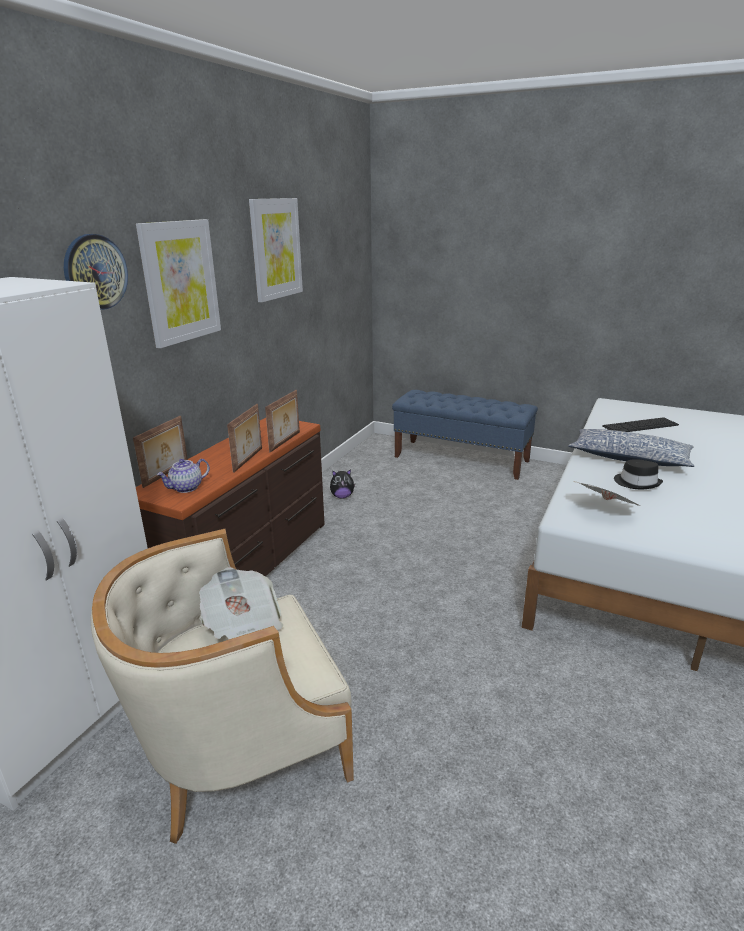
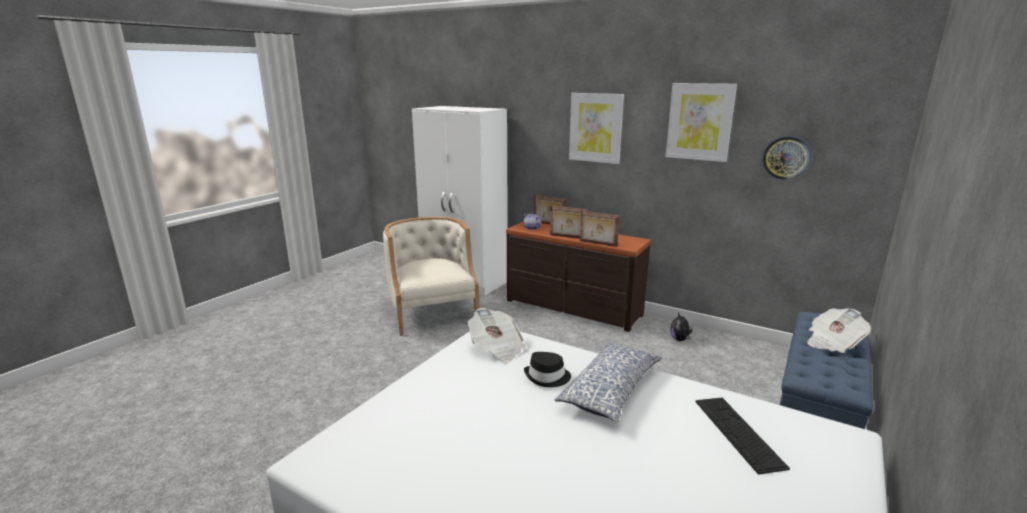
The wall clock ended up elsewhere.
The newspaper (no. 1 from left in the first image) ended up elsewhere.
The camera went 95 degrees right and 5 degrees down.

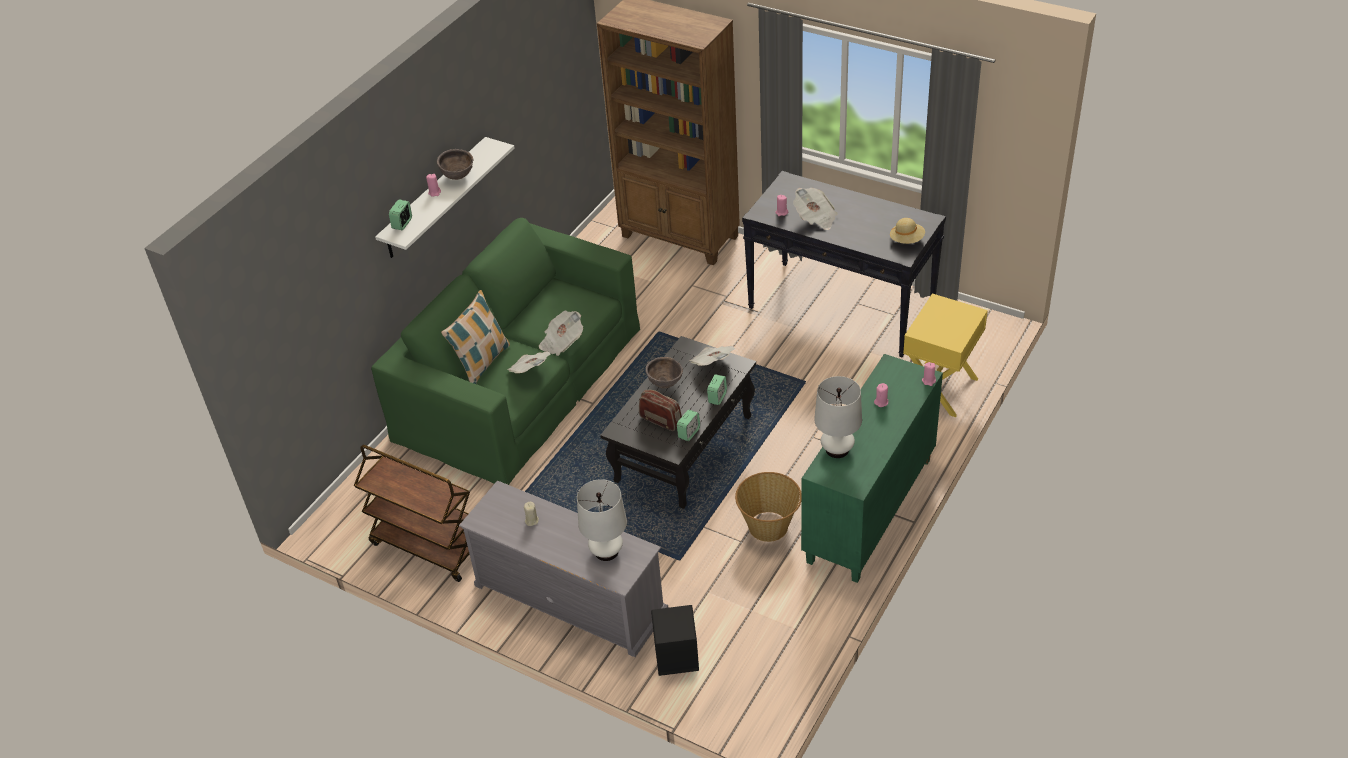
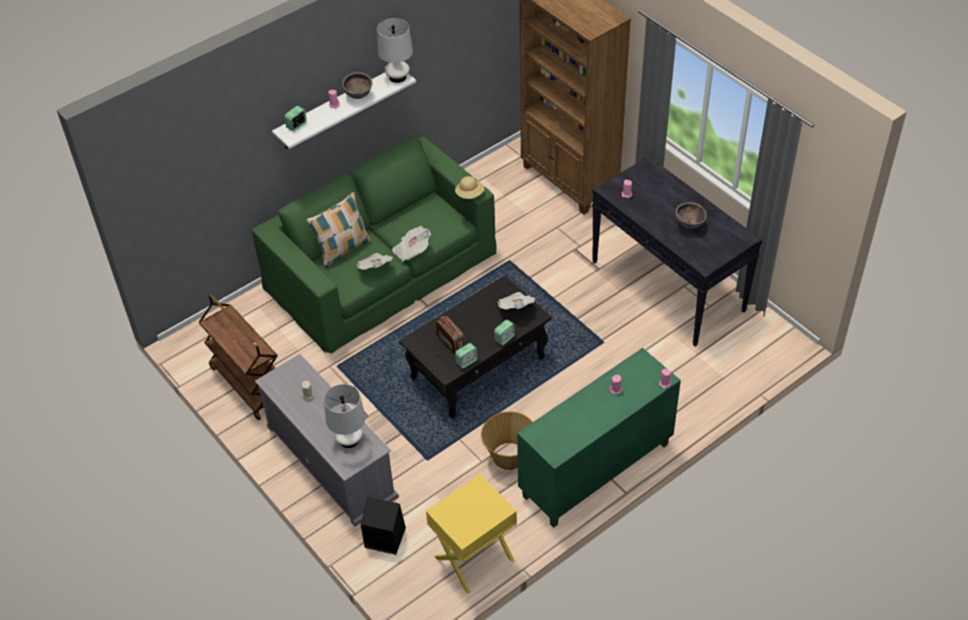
The white table lamp (no. 2 from left) ended up elsewhere.
The yellow nightstand ended up elsewhere.
The beige hat ended up elsewhere.
The brown bowl (no. 2 from left) ended up elsewhere.
The second view lost the newspaper (no. 4 from left).
The camera went 20 degrees right and 5 degrees up.

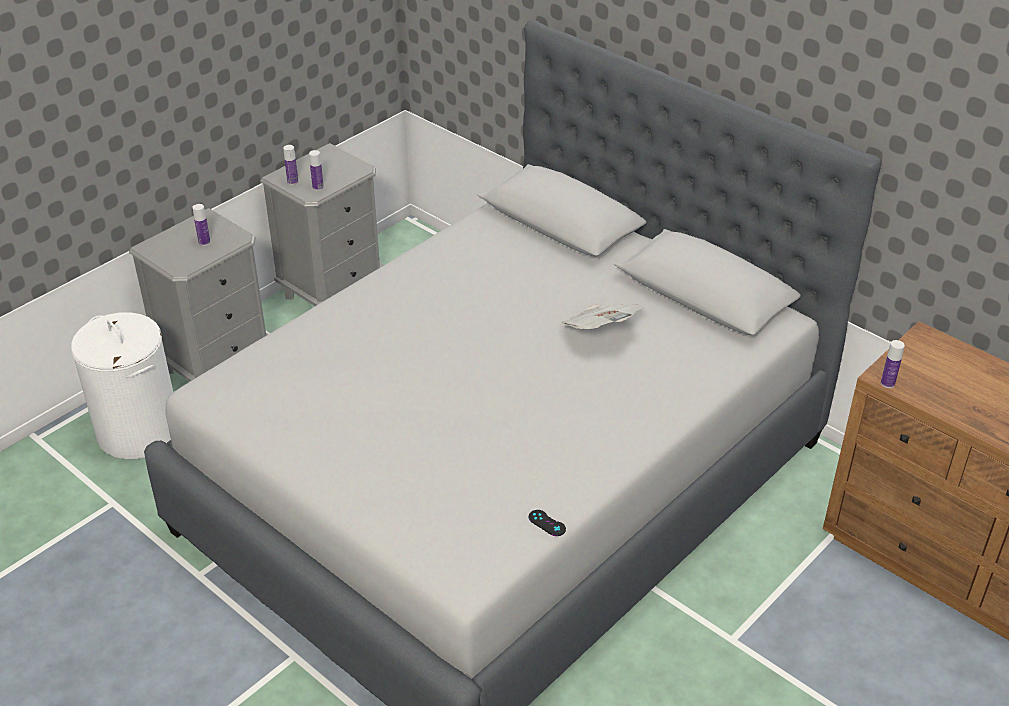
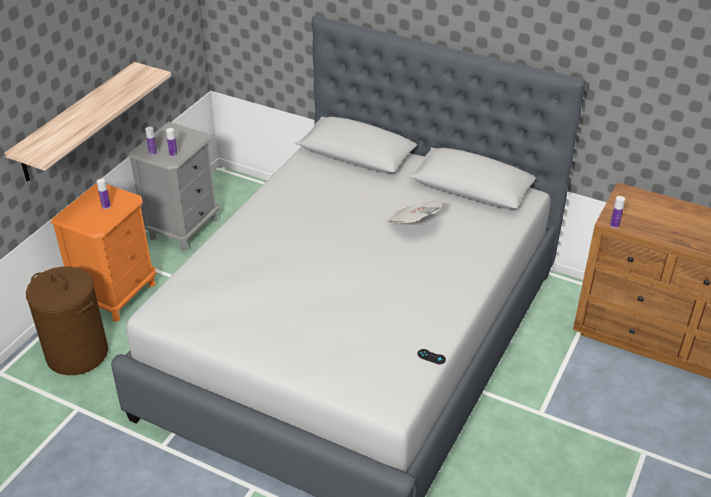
The second view gained the shelf.
What was the white laundry basket turned into the brown laundry basket.
What was the grey nightstand (no. 1 from left) turned into the orange nightstand.
The camera went 15 degrees left and 0 degrees up.

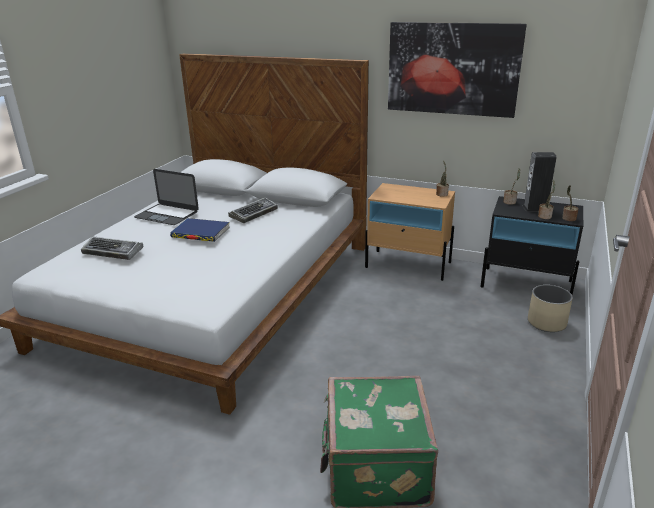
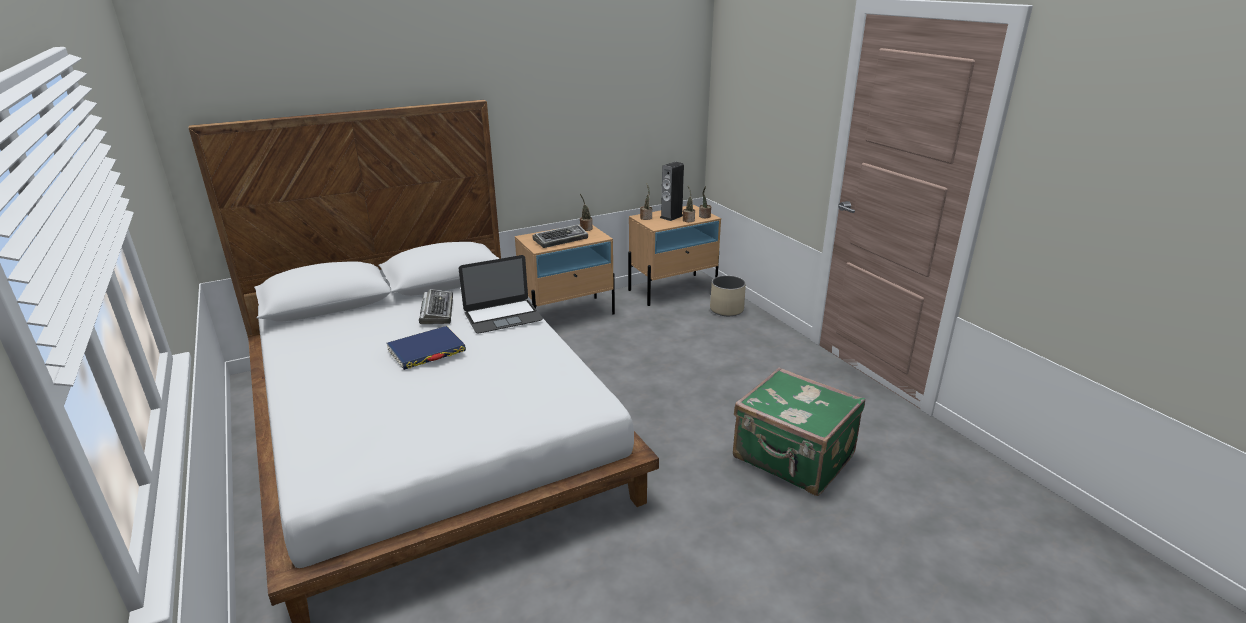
The laptop ended up elsewhere.
The keyboard (no. 1 from left in the first image) ended up elsewhere.
What was the black nightstand turned into the beige nightstand (no. 2 from left).
The second view lost the picture.
The camera went 50 degrees left and 0 degrees up.

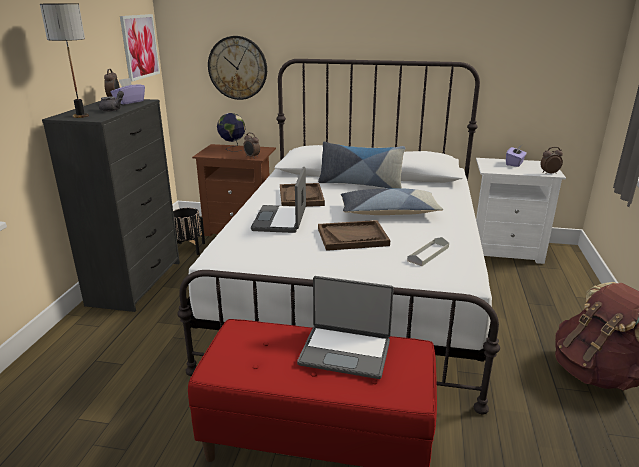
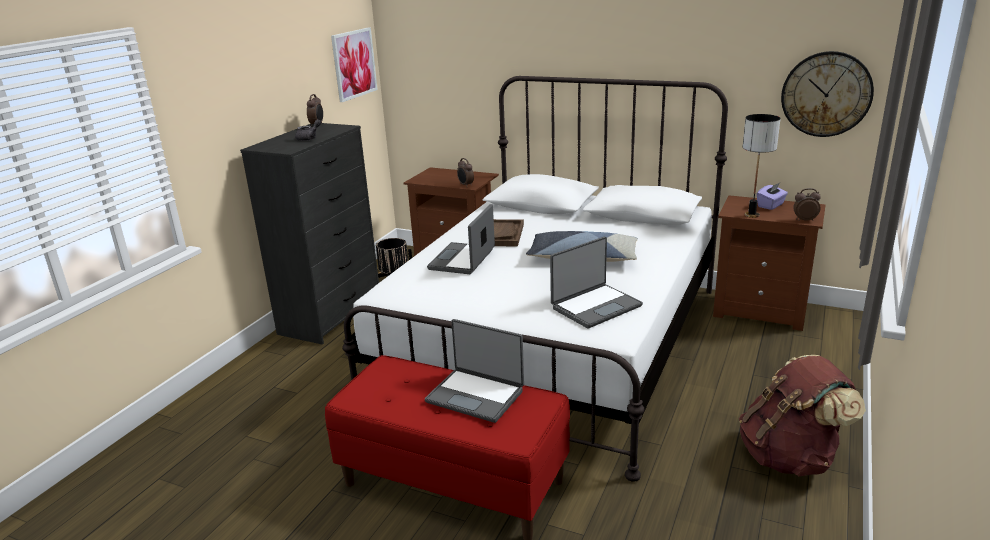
Where the grey tray stood, the laptop (no. 3 from left) came to stand.
What was the white nightstand turned into the brown nightstand (no. 2 from left).
The table lamp ended up elsewhere.
The wall clock ended up elsewhere.
The second view lost the purple tissue box (no. 1 from left).
The second view lost the globe.
The second view lost the pillow (no. 1 from left).
The second view lost the brown tray (no. 2 from left).
The camera went 15 degrees right and 0 degrees up.

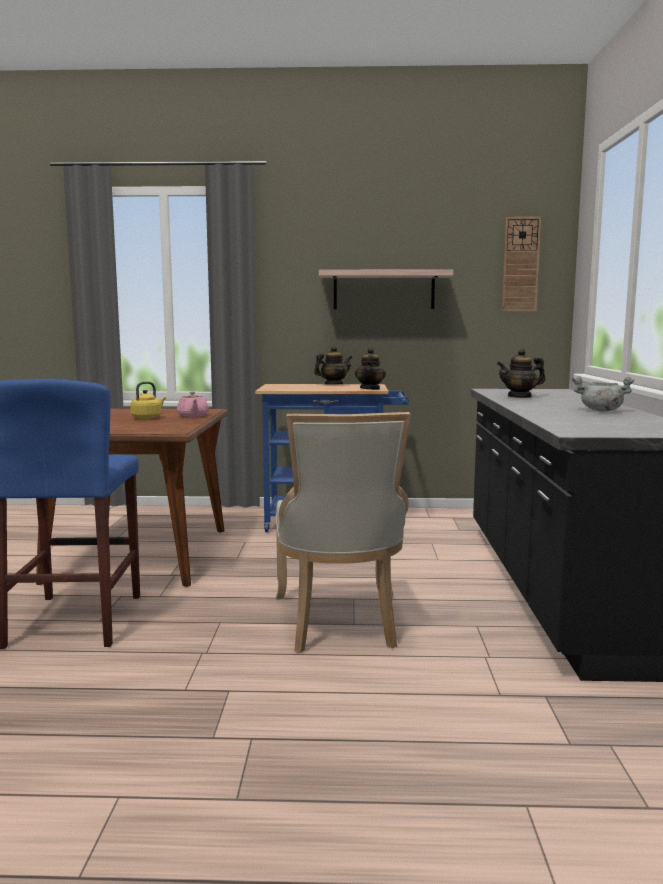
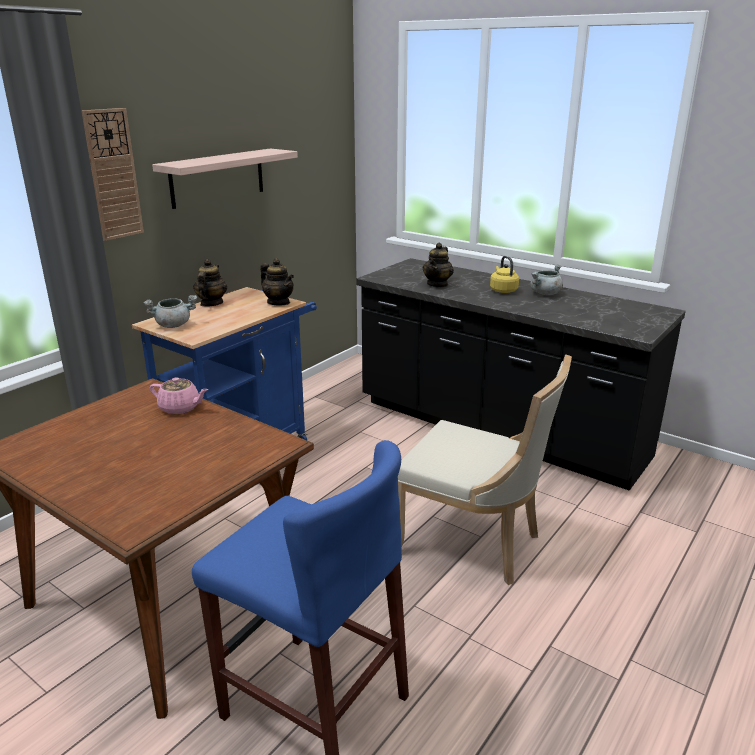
The wall clock ended up elsewhere.
The second view gained the grey cooking pot (no. 1 from left).
The yellow kettle ended up elsewhere.
The camera went 55 degrees left and 15 degrees up.

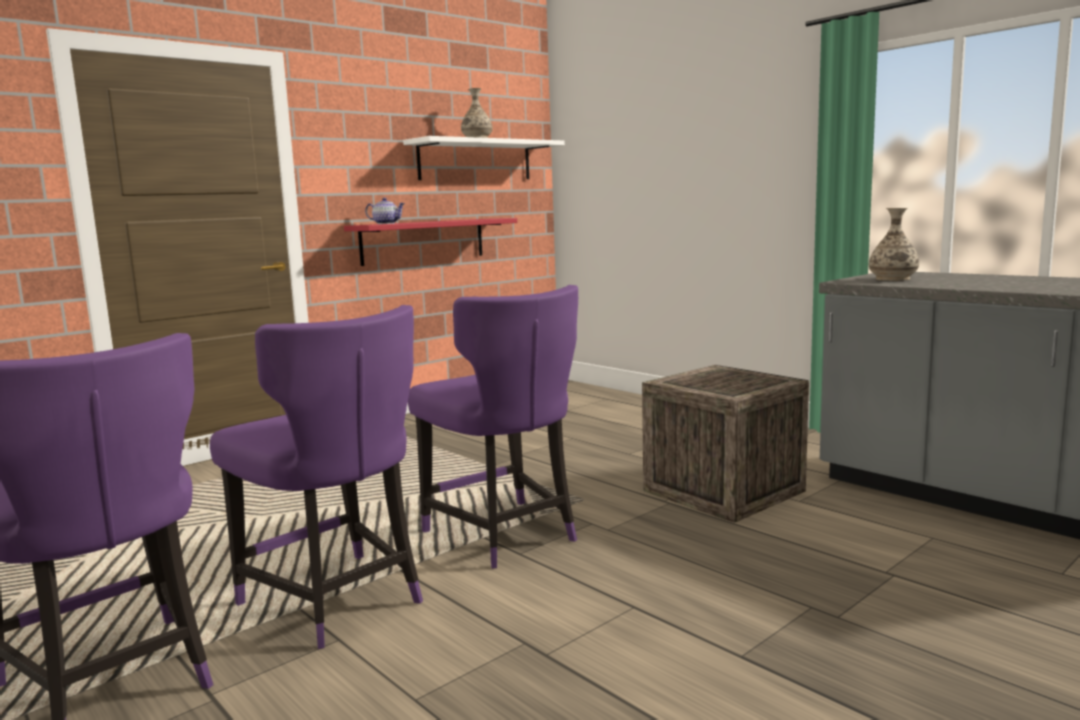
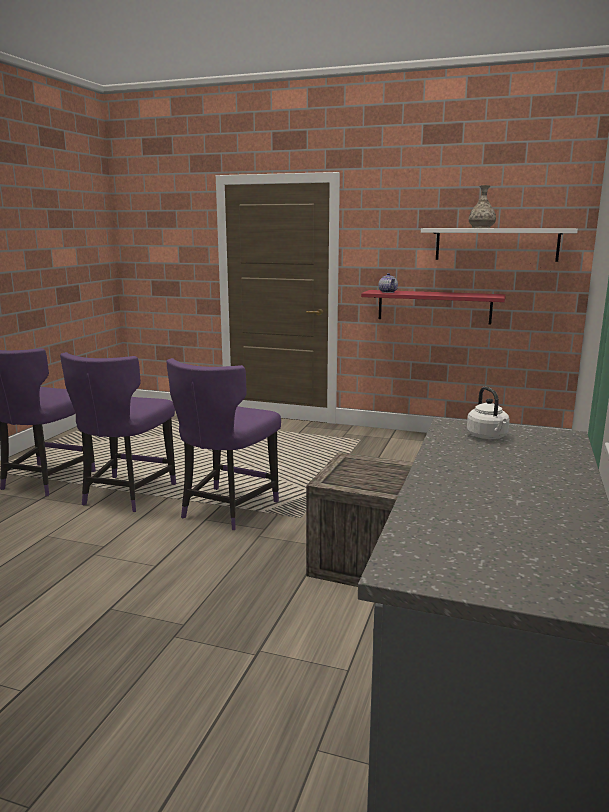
Where the vase (no. 2 from left) stood, the white kettle came to stand.
The camera went 60 degrees right and 5 degrees up.

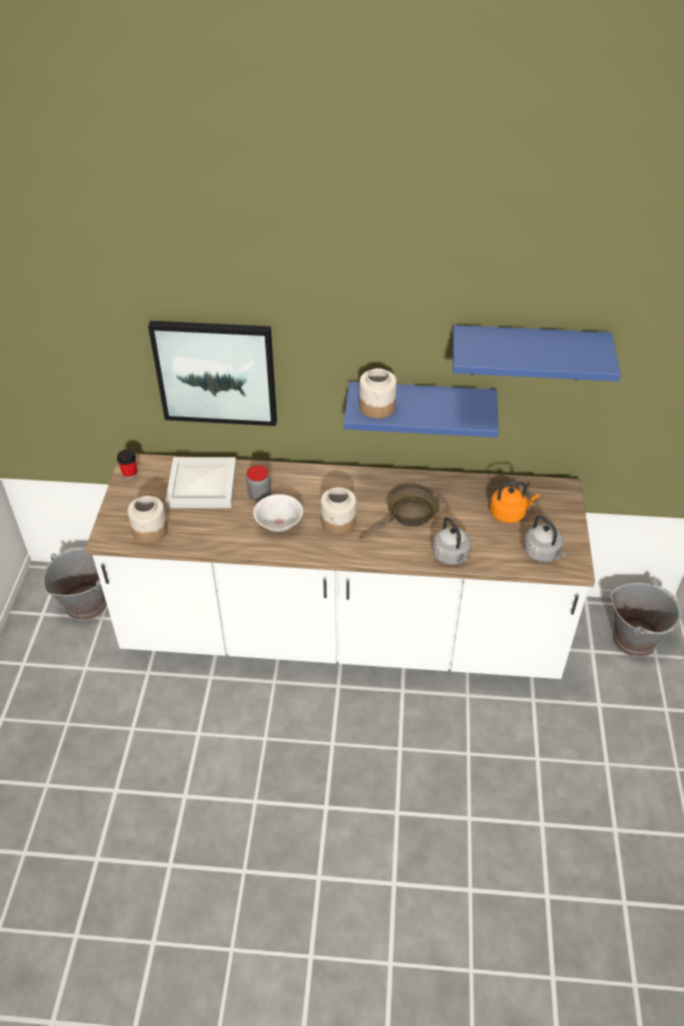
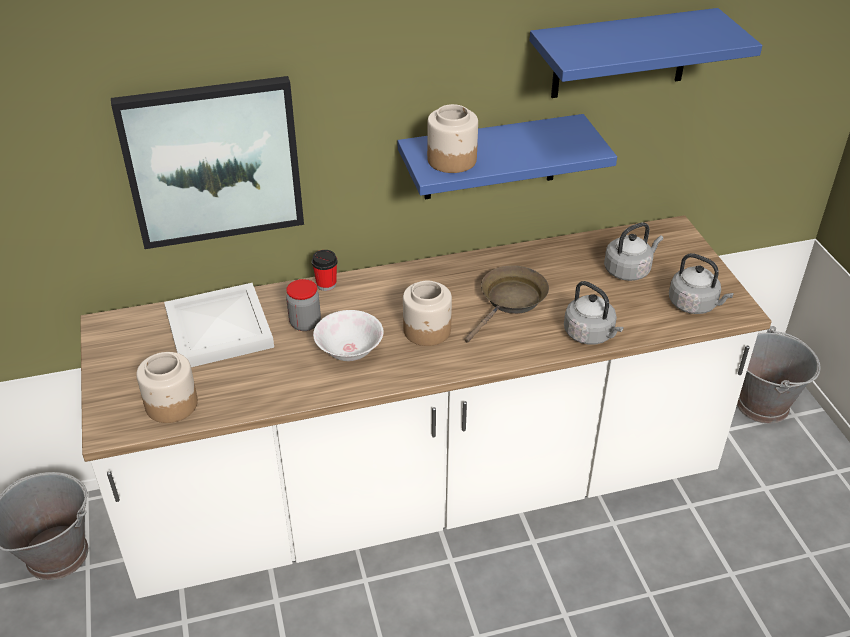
The cup ended up elsewhere.
What was the orange kettle turned into the grey kettle (no. 2 from left).
The camera went 20 degrees left and 5 degrees down.

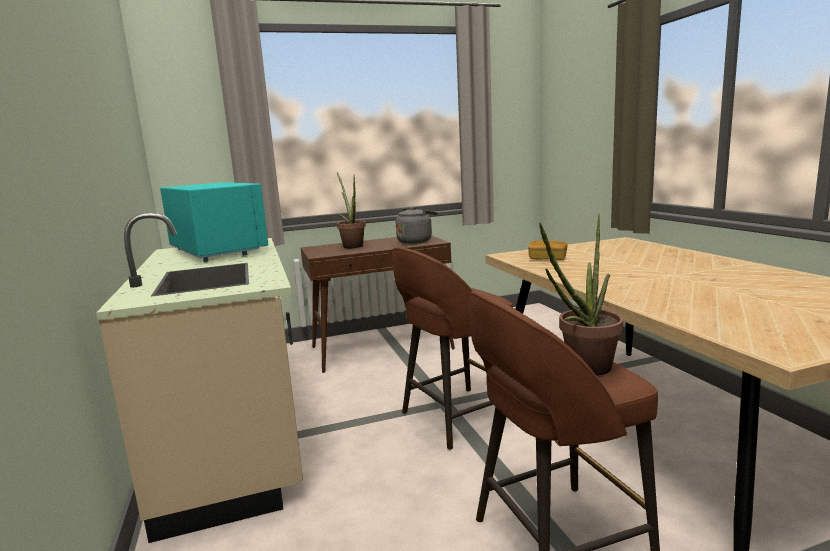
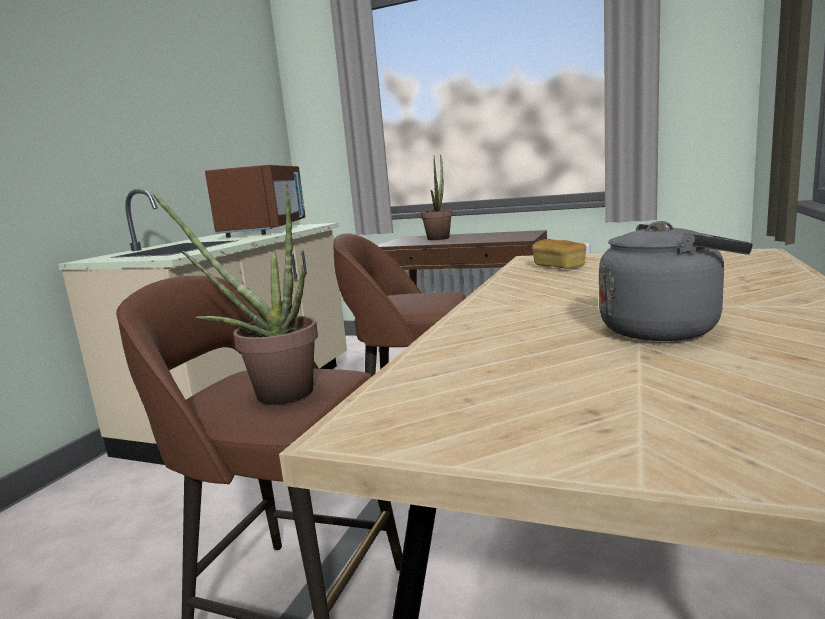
What was the turquoise microwave turned into the brown microwave.
The grey kettle ended up elsewhere.
The camera went 40 degrees right and 0 degrees up.

